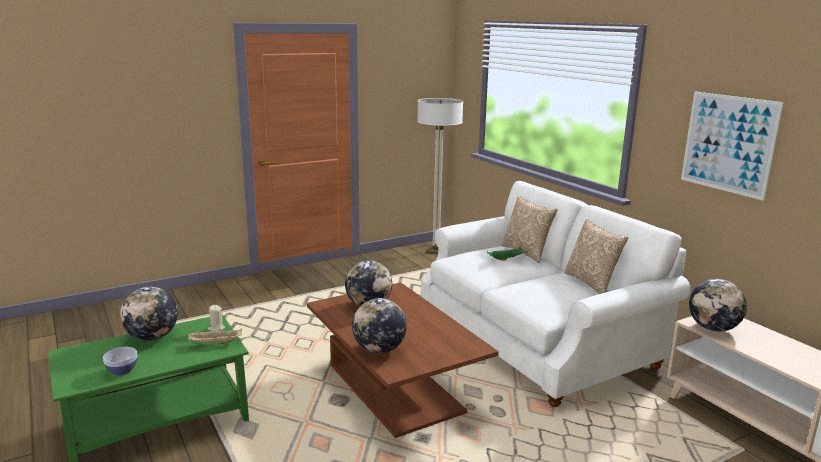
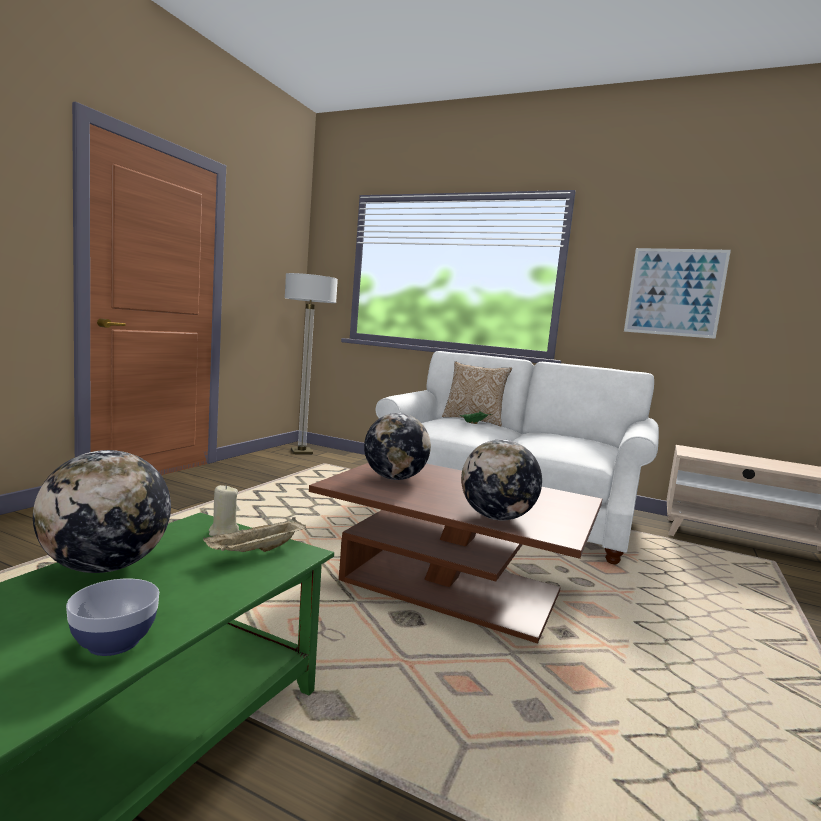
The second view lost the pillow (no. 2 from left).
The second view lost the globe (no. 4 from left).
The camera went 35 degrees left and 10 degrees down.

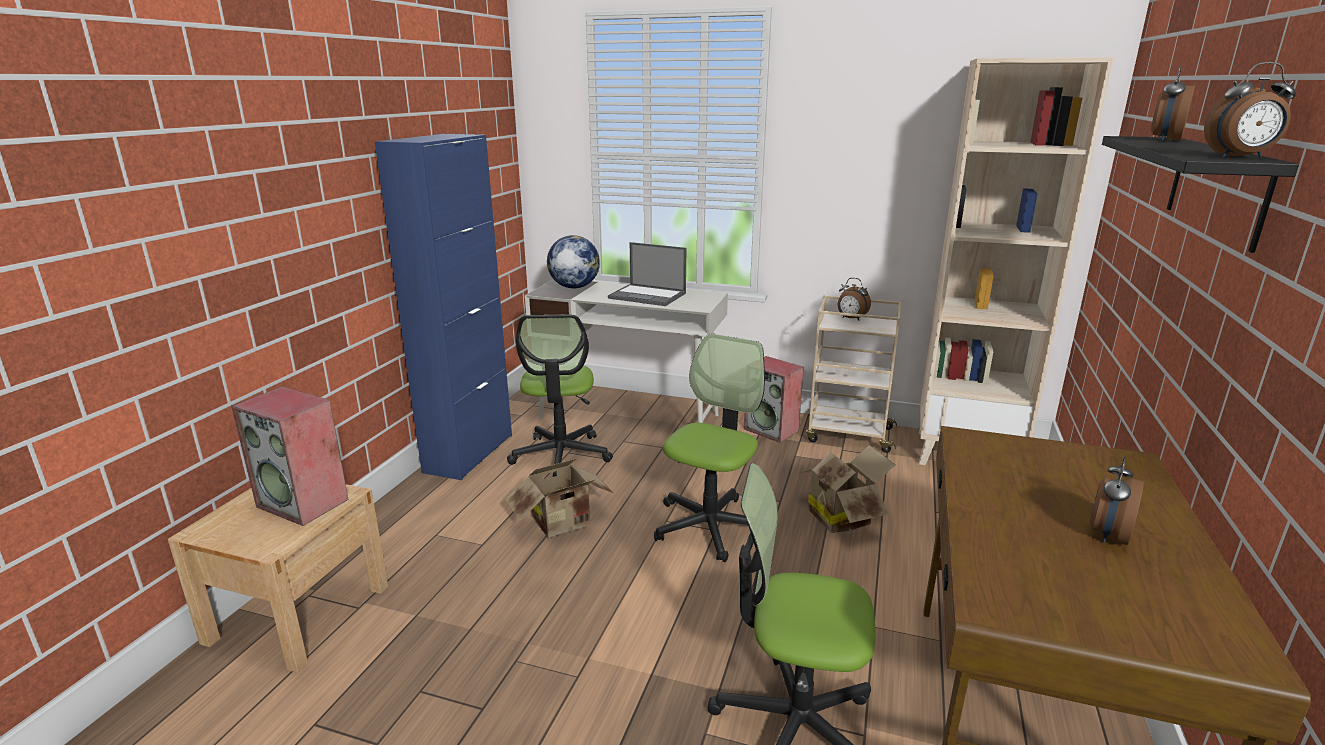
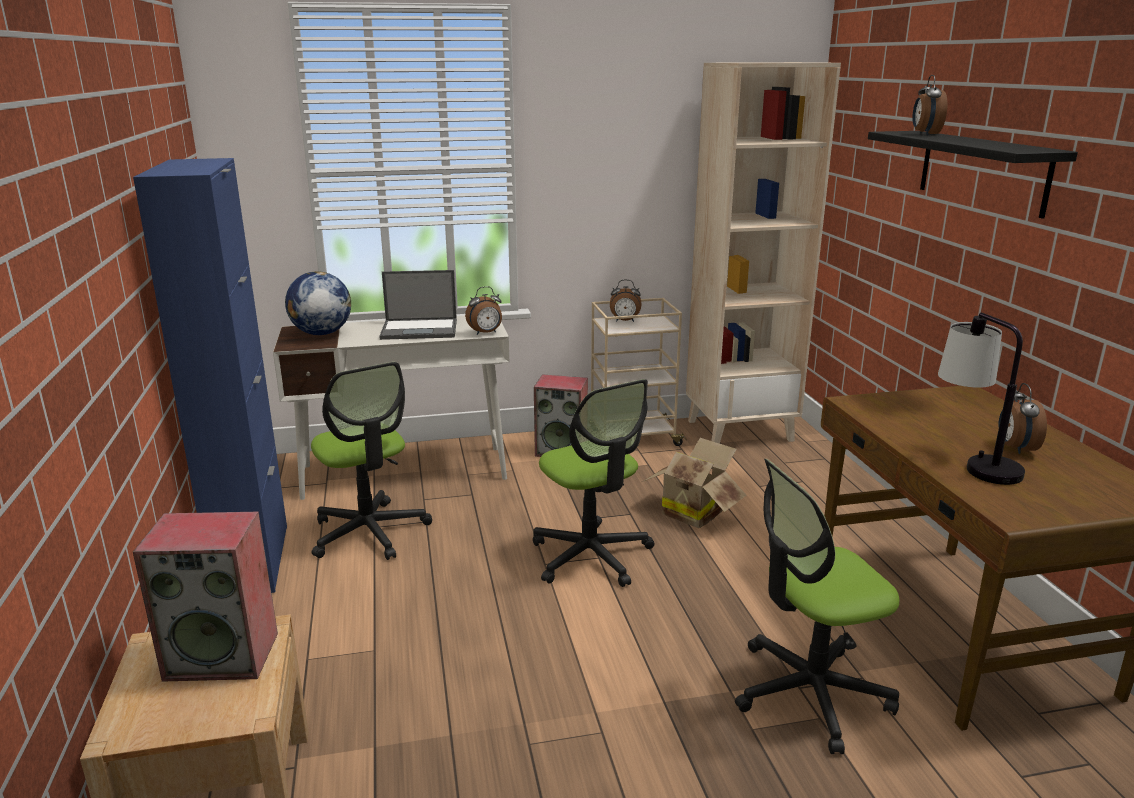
The alarm clock (no. 4 from left in the first image) ended up elsewhere.
The office chair (no. 2 from left) ended up facing another way, 150 degrees clockwise from before.
The second view gained the table lamp.
The second view lost the cardboard box (no. 1 from left).
The camera went 30 degrees left and 0 degrees up.

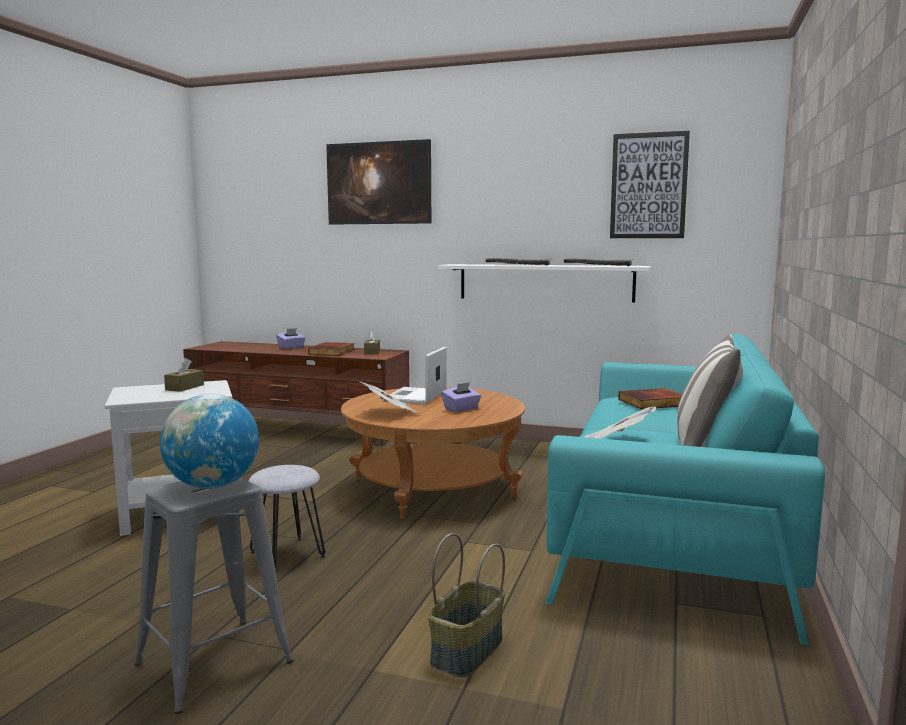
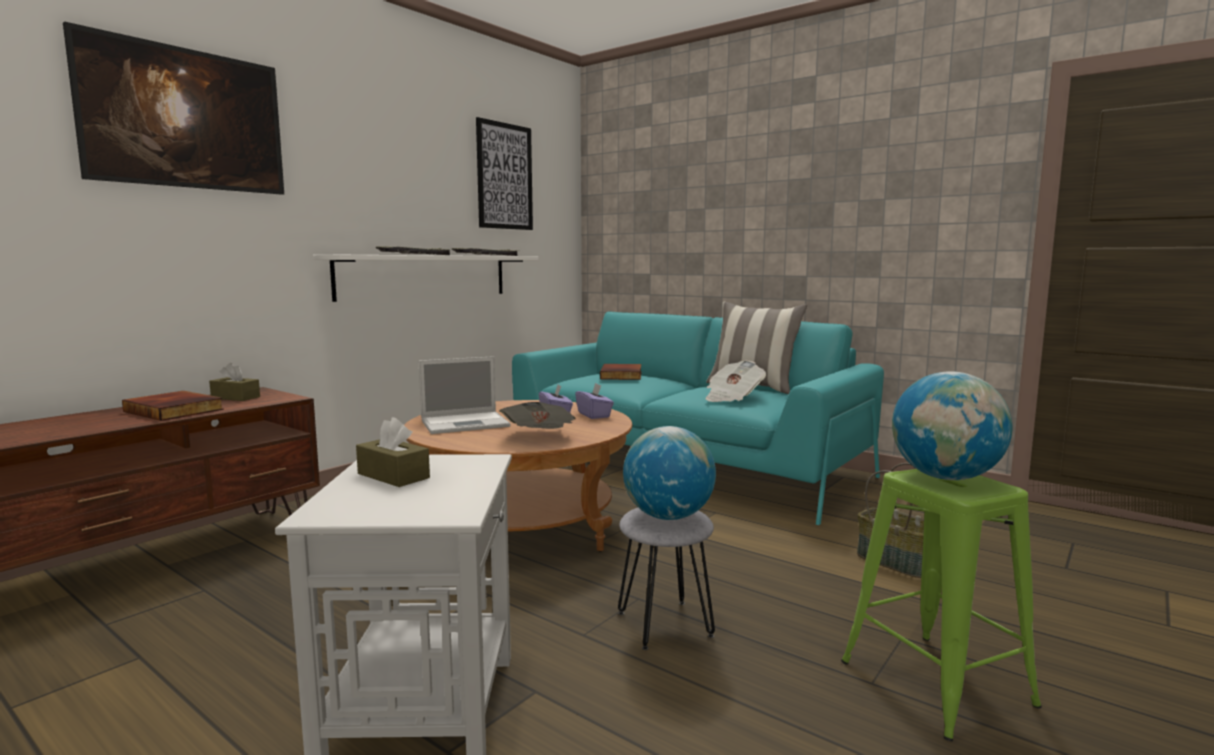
The laptop ended up facing another way, 60 degrees counterclockwise from before.
The purple tissue box (no. 1 from left in the first image) ended up elsewhere.
The second view gained the globe (no. 1 from left).
What was the grey stool (no. 1 from left) turned into the green stool.
The camera went 70 degrees left and 0 degrees up.

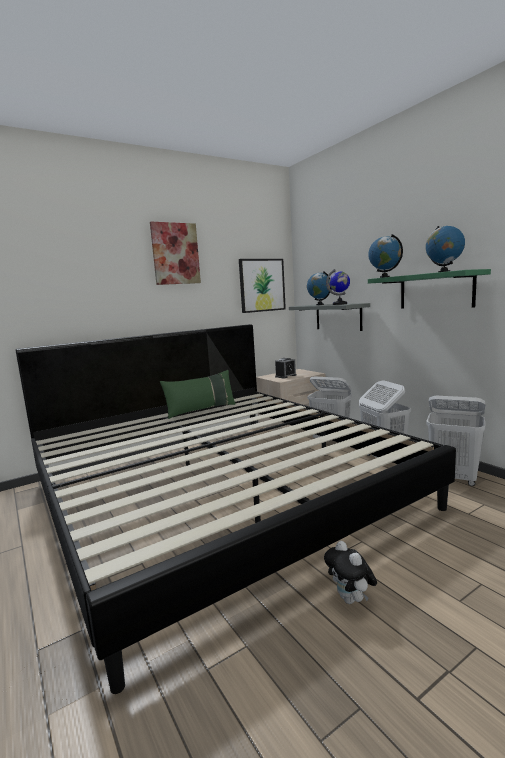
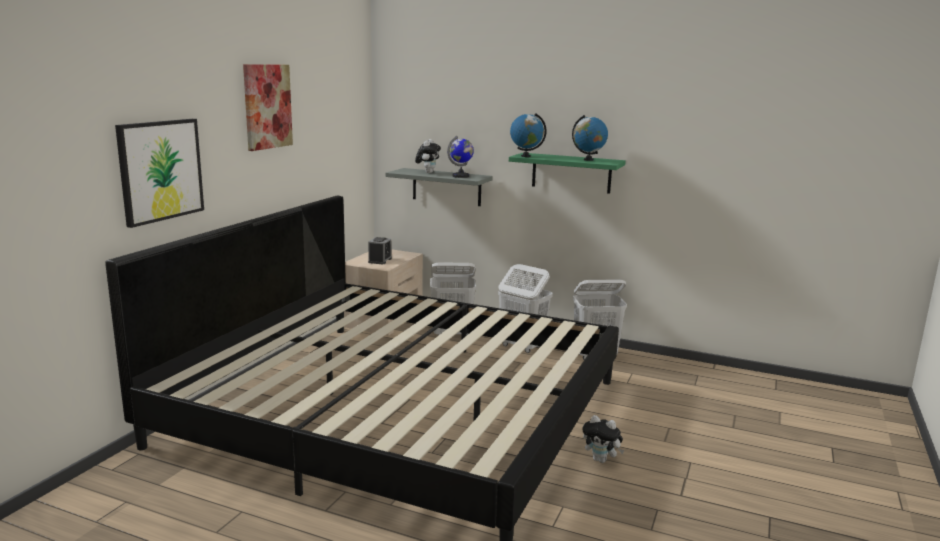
The picture (no. 2 from left in the first image) ended up elsewhere.
Where the globe (no. 1 from left) stood, the plush toy (no. 1 from left) came to stand.
The second view lost the green pillow.
The camera went 35 degrees left and 5 degrees up.

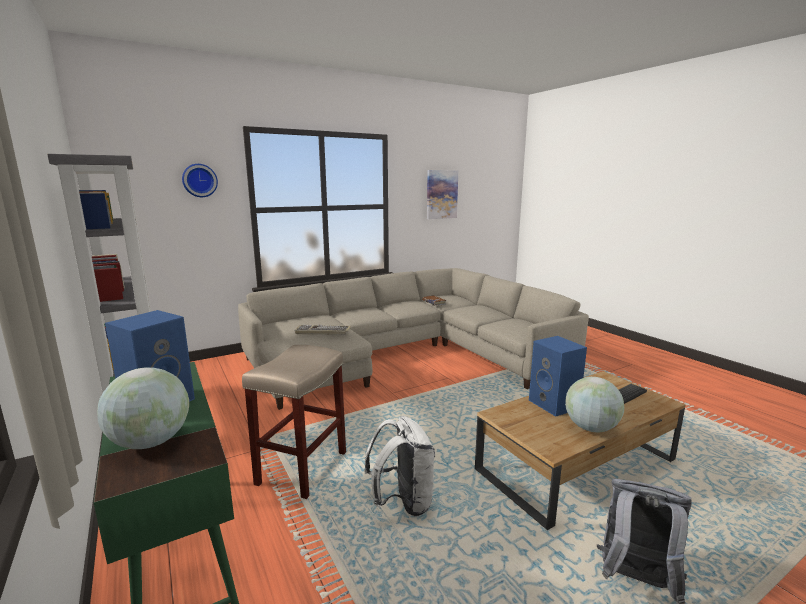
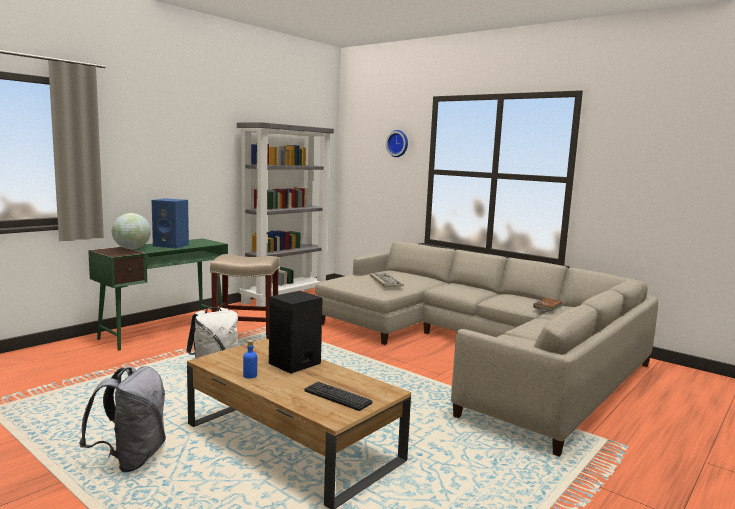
Where the globe (no. 2 from left) stood, the blue bottle came to stand.
What was the blue speaker (no. 2 from left) turned into the black speaker.
The second view lost the picture.
The camera went 70 degrees right and 5 degrees down.

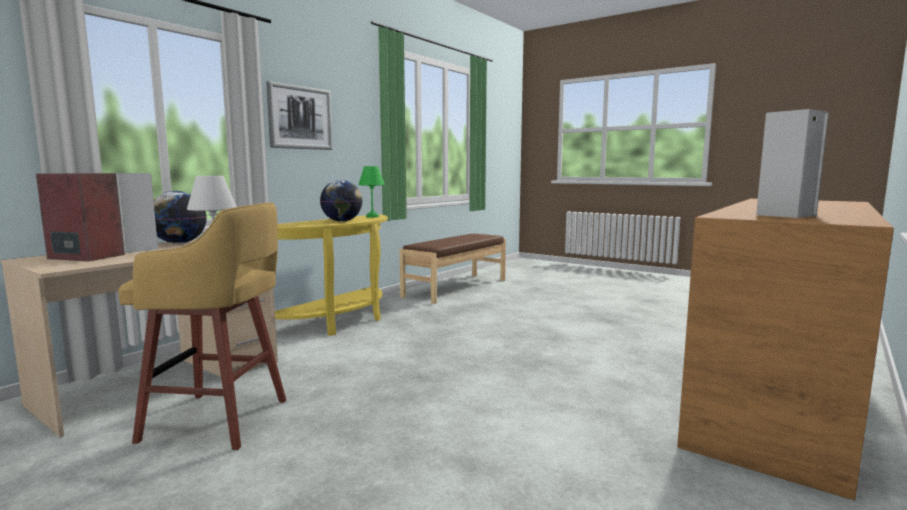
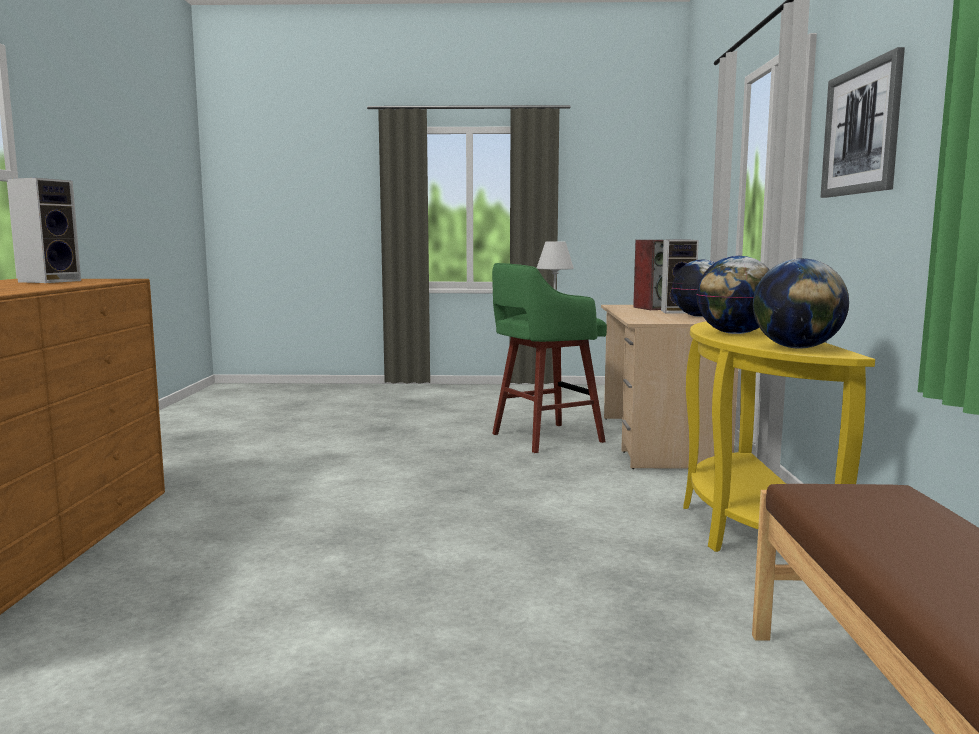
What was the yellow stool turned into the green stool.
Where the green table lamp stood, the globe (no. 3 from left) came to stand.
The camera went 145 degrees right and 0 degrees up.

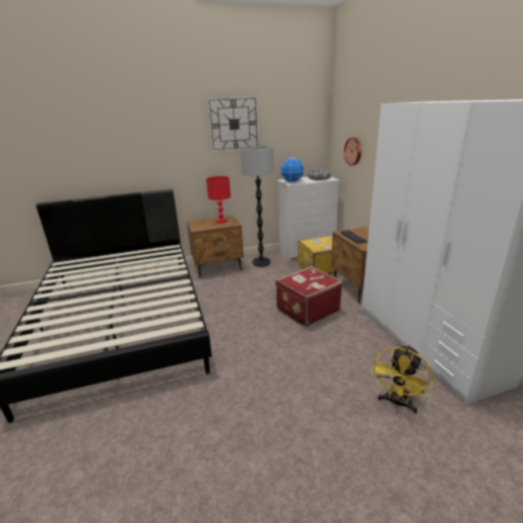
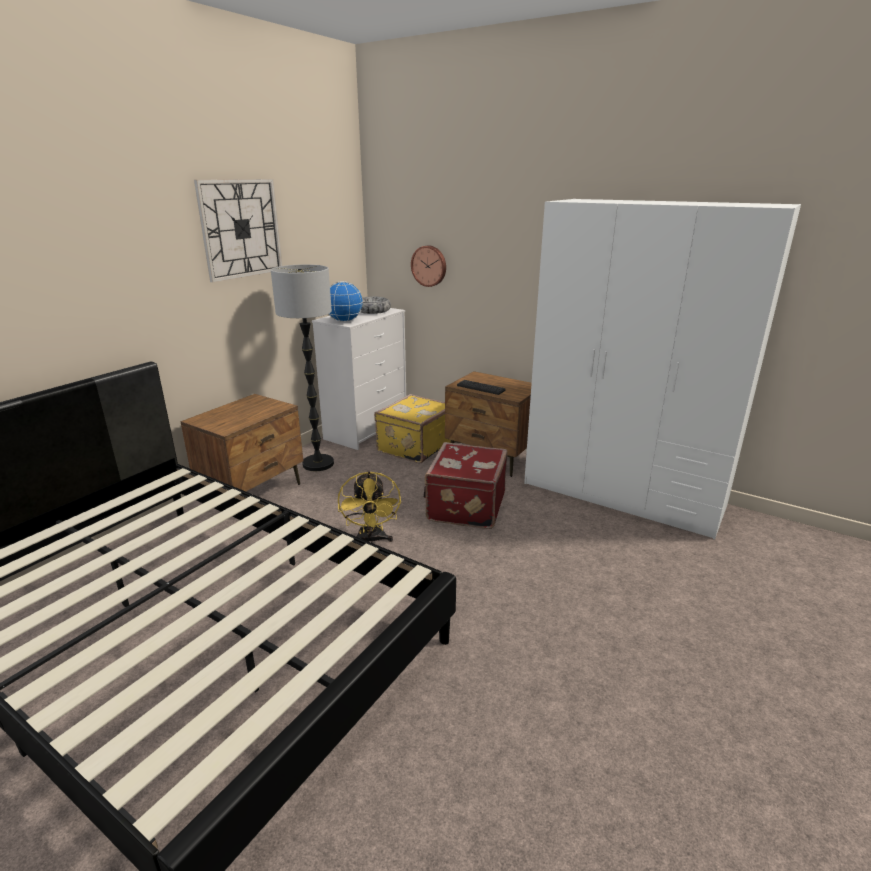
The yellow fan ended up elsewhere.
The second view lost the red table lamp.
The camera went 40 degrees left and 0 degrees up.

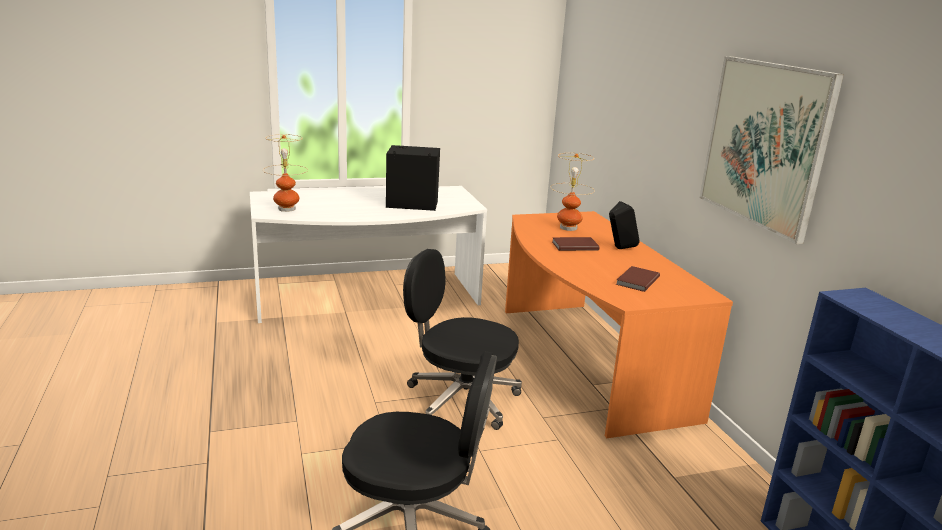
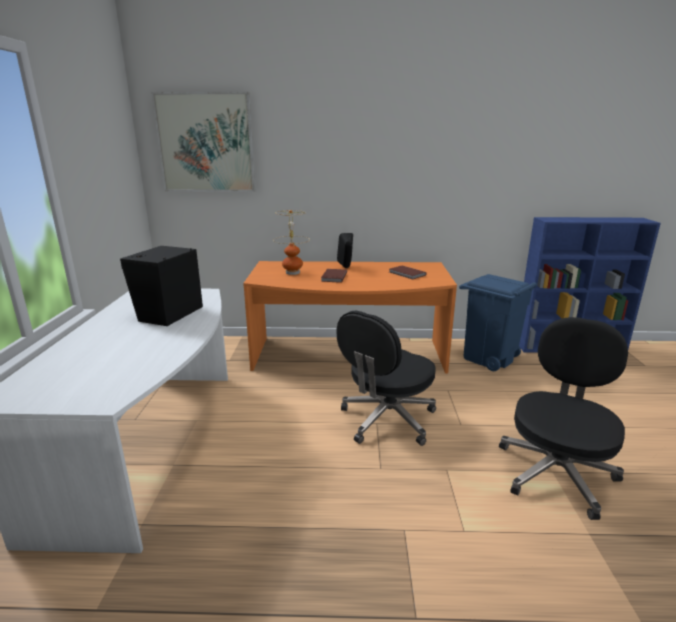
The picture ended up elsewhere.
The second view gained the blue trash can.
The second view lost the table lamp (no. 1 from left).
The camera went 70 degrees left and 0 degrees up.

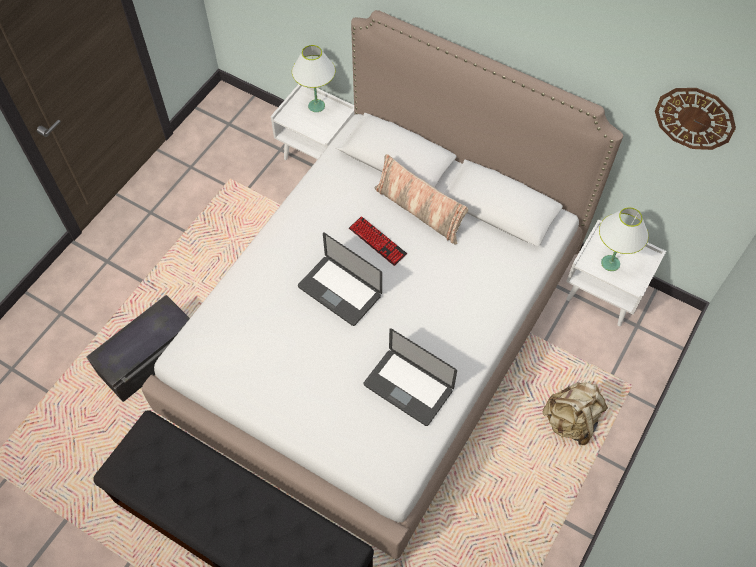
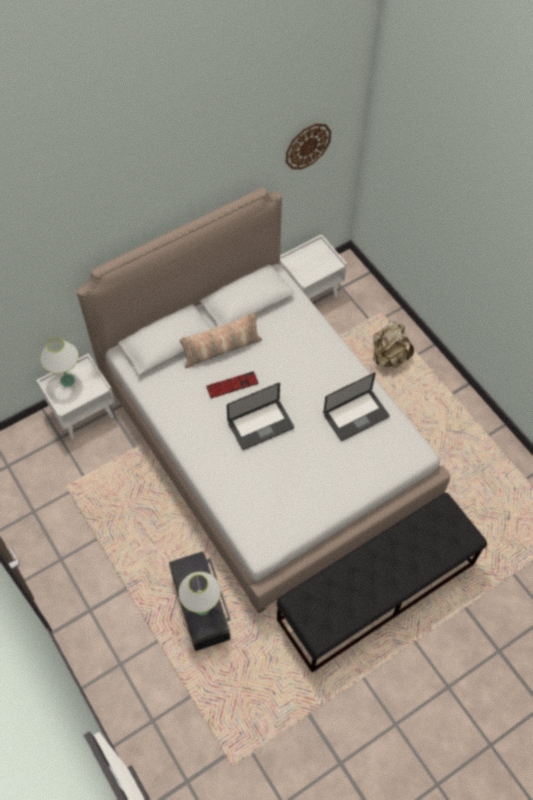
The white table lamp (no. 2 from left) ended up elsewhere.
The camera went 65 degrees left and 0 degrees up.

